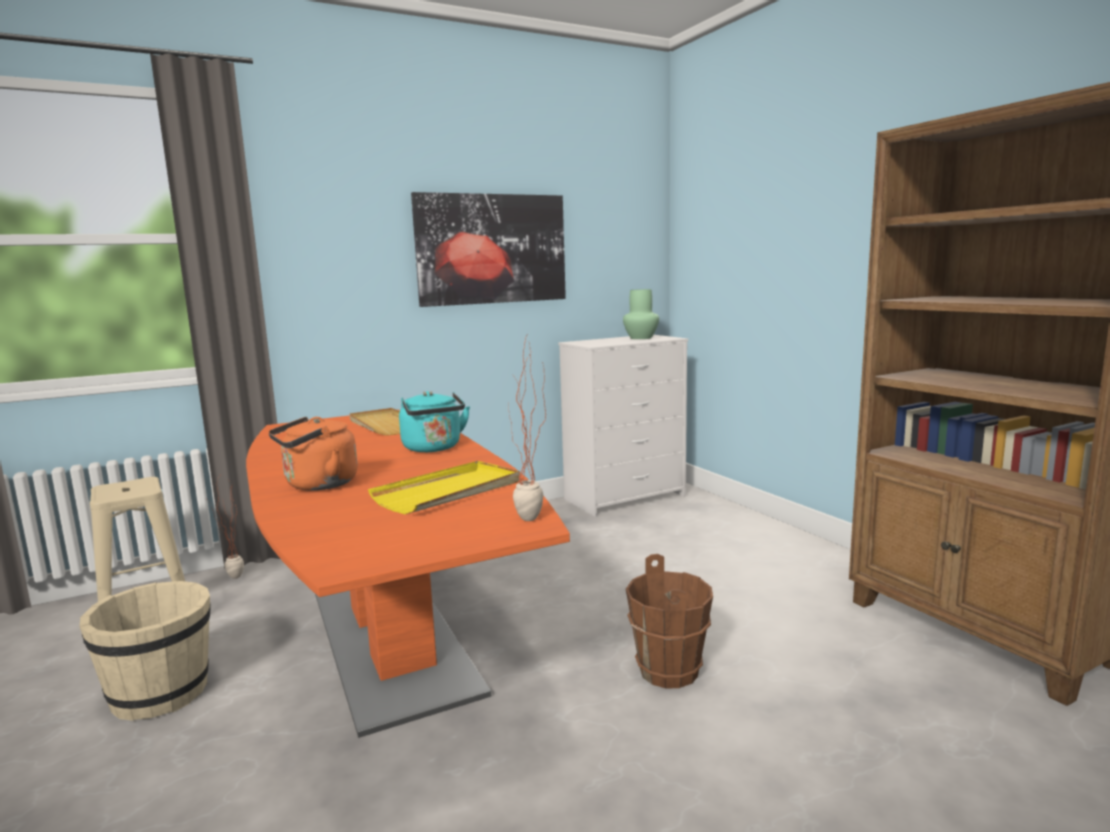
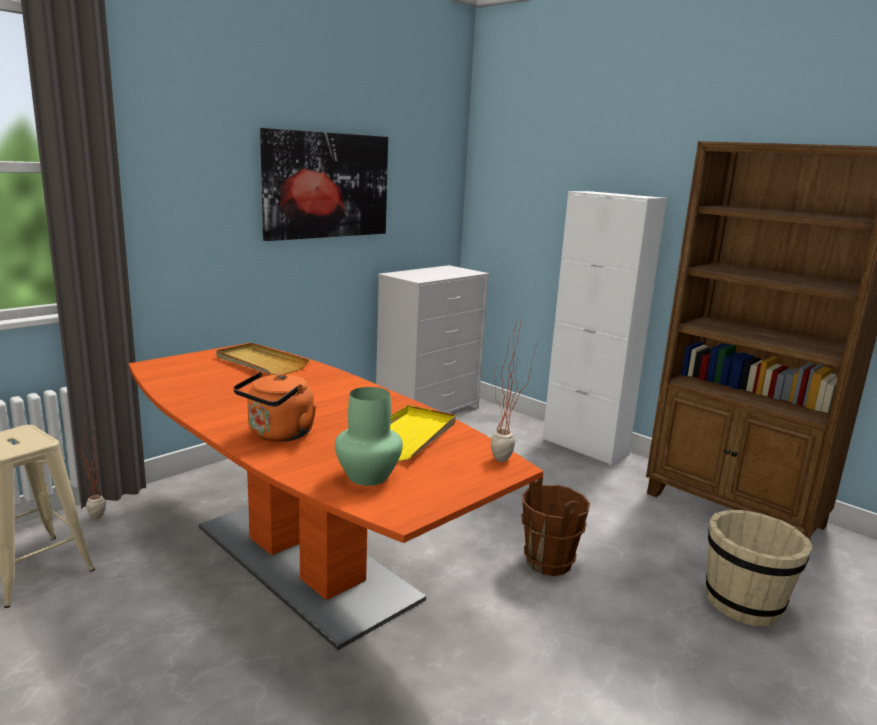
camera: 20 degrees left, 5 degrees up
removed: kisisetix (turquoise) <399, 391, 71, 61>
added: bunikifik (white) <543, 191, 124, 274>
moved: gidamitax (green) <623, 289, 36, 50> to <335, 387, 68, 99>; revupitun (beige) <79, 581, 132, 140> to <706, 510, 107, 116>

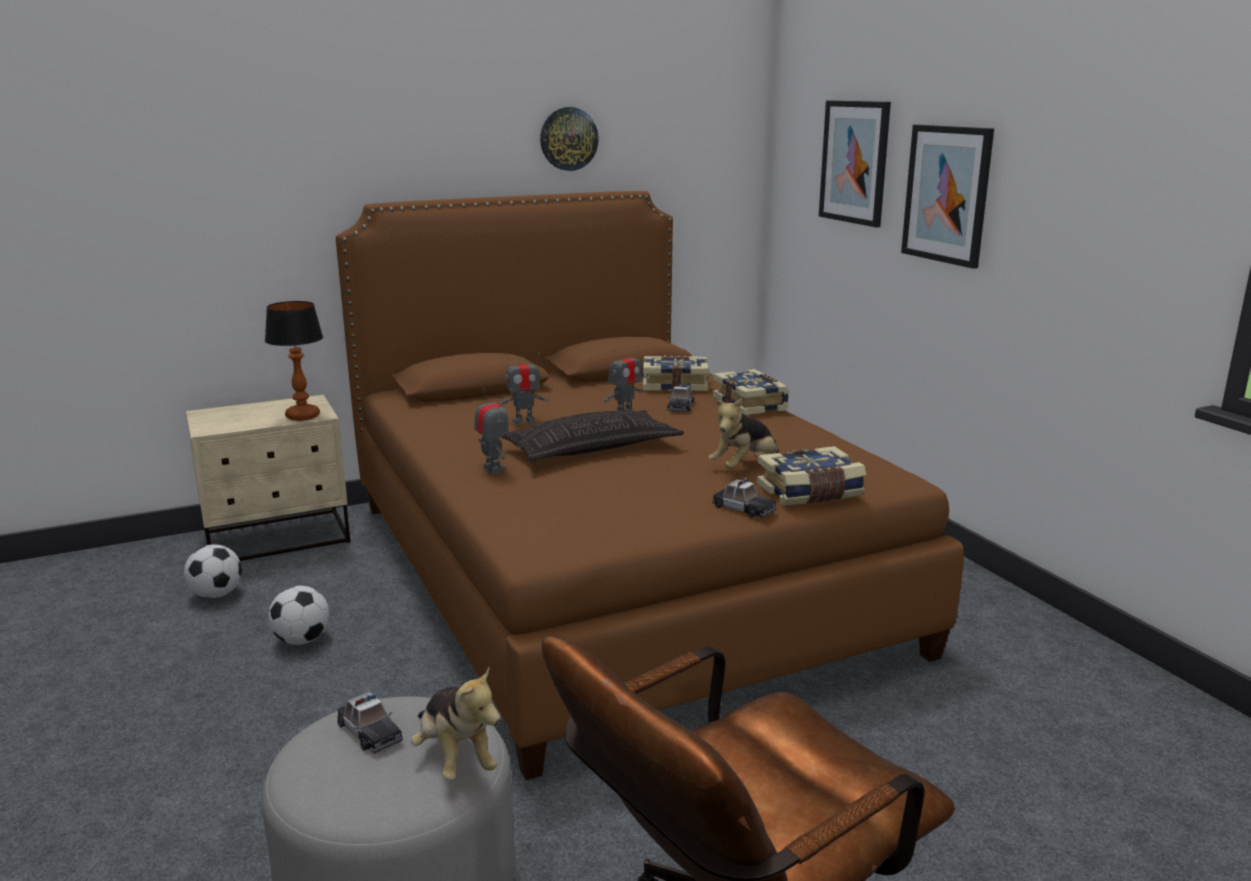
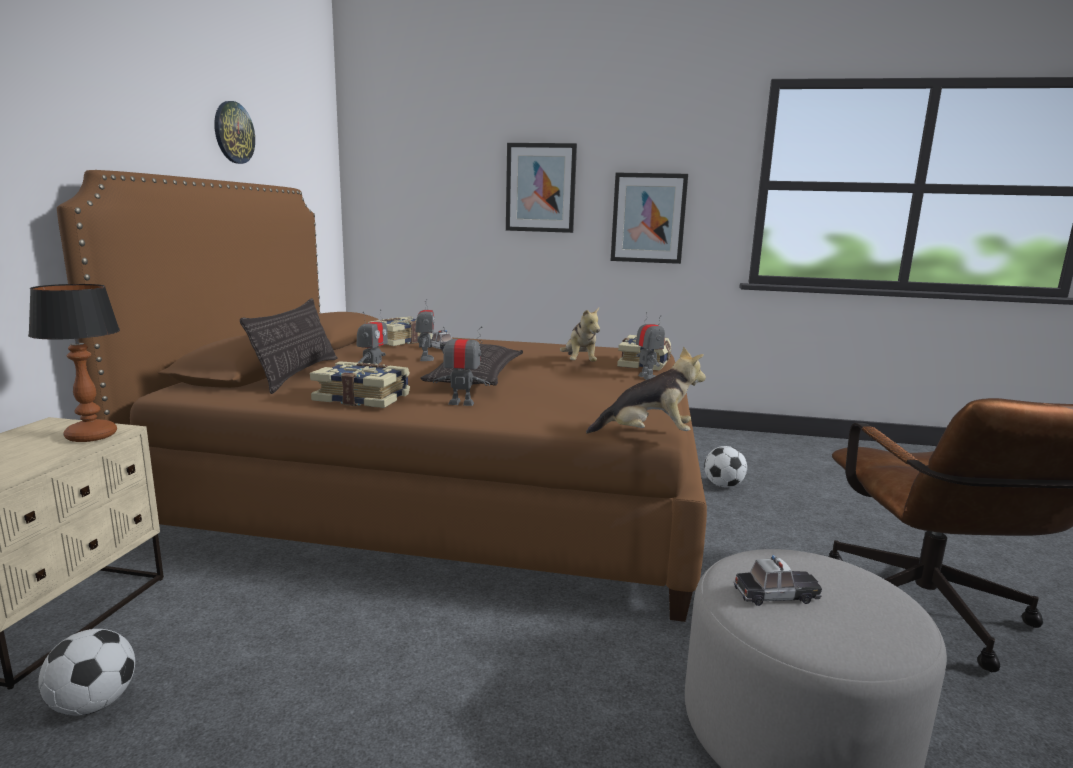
camera: 55 degrees left, 5 degrees down
added: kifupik <240, 298, 98, 96>
moved: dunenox <713, 369, 77, 46> to <310, 361, 100, 47>; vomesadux <411, 667, 89, 113> to <586, 347, 120, 87>; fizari <819, 100, 72, 127> to <611, 173, 77, 91>; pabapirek <268, 586, 61, 59> to <704, 446, 43, 41>
replaced: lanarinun <712, 478, 64, 40> to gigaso <636, 312, 29, 68>

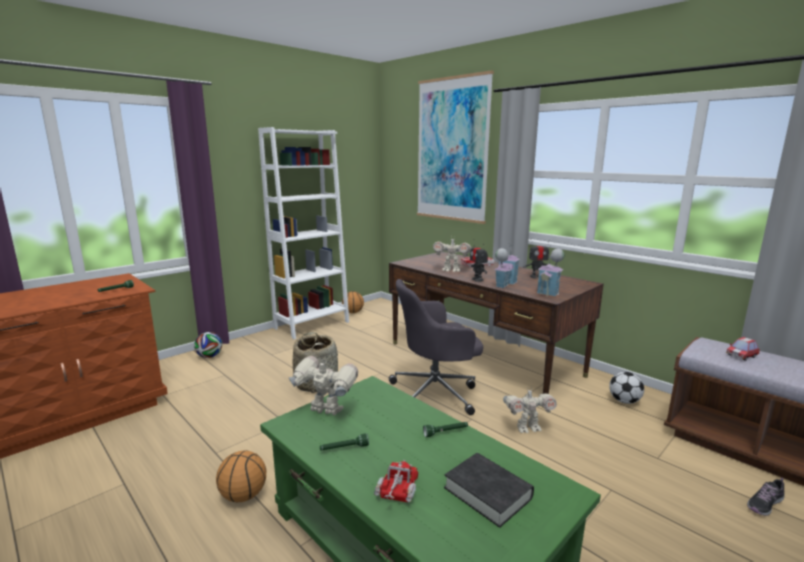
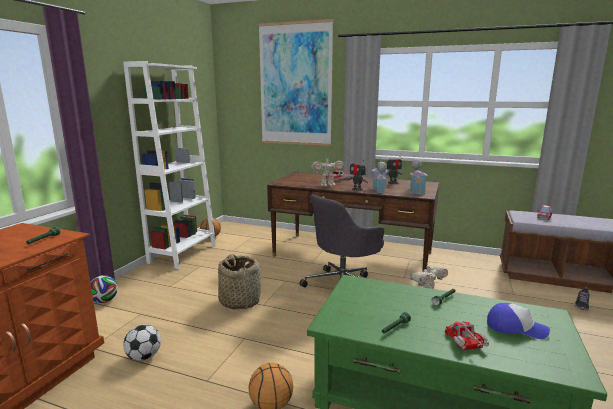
camera: 25 degrees left, 0 degrees up
removed: gigaso <289, 356, 69, 60>
moved: pabapirek <609, 372, 35, 32> to <123, 324, 38, 37>
replaced: dunenox (black) <444, 453, 90, 75> to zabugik <487, 303, 63, 36>

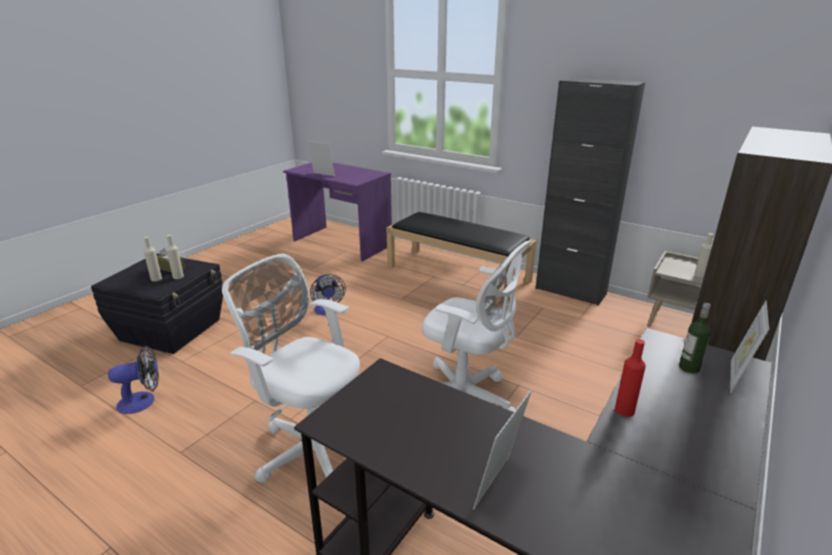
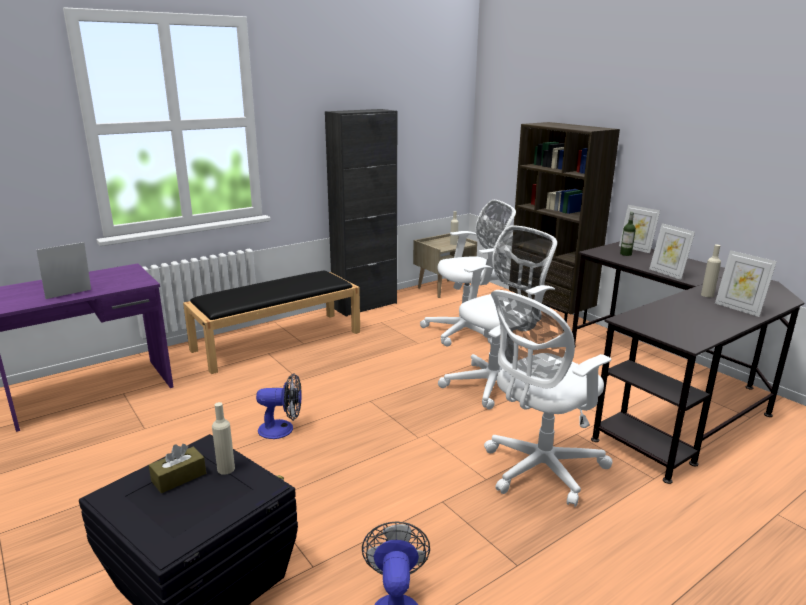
camera: 70 degrees left, 5 degrees down
added: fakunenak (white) <420, 200, 96, 147>
moved: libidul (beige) <144, 237, 18, 44> to <701, 244, 20, 54>
replaced: libidul (red) <615, 339, 31, 78> to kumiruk <649, 223, 46, 57>

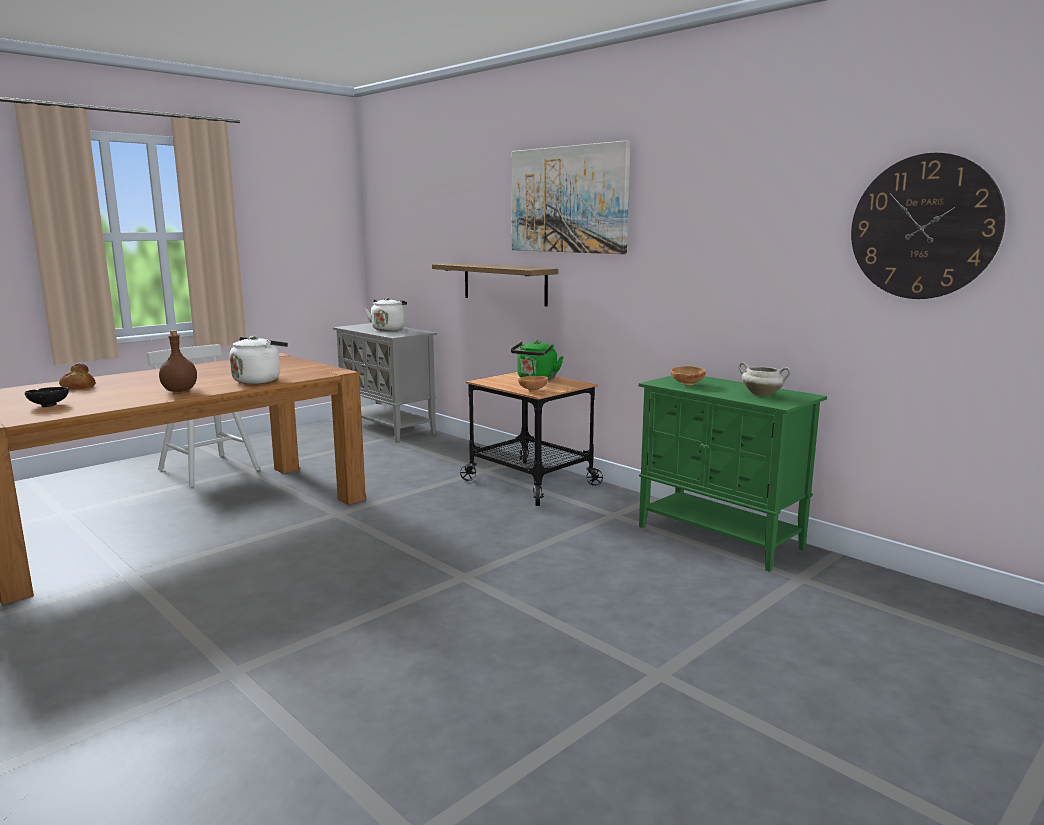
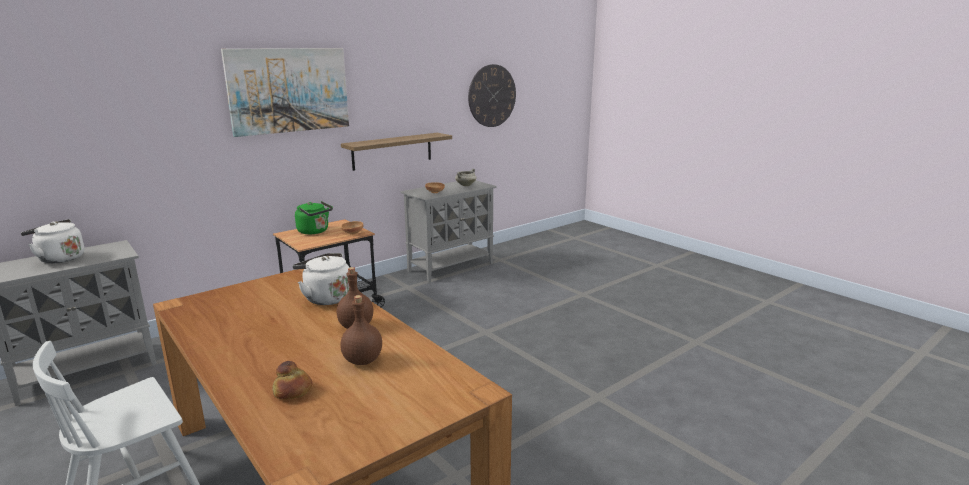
camera: 85 degrees left, 5 degrees up
removed: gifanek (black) <25, 387, 44, 20>
added: libidul (brown) <340, 295, 42, 70>
moved: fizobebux <432, 263, 126, 44> to <341, 133, 111, 38>
recoloured: bunikifik (green) <639, 376, 188, 196> to bunikifik (grey) <400, 180, 96, 103>

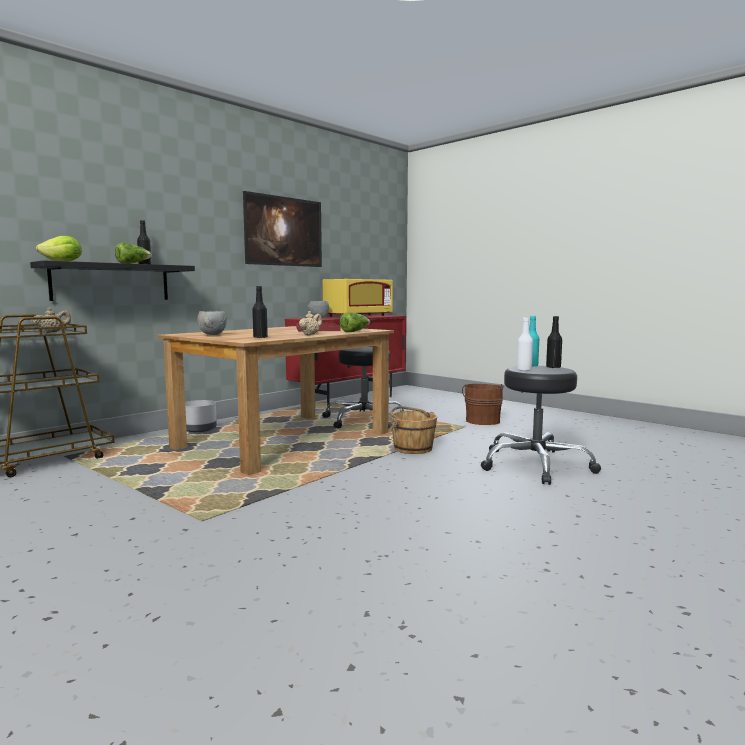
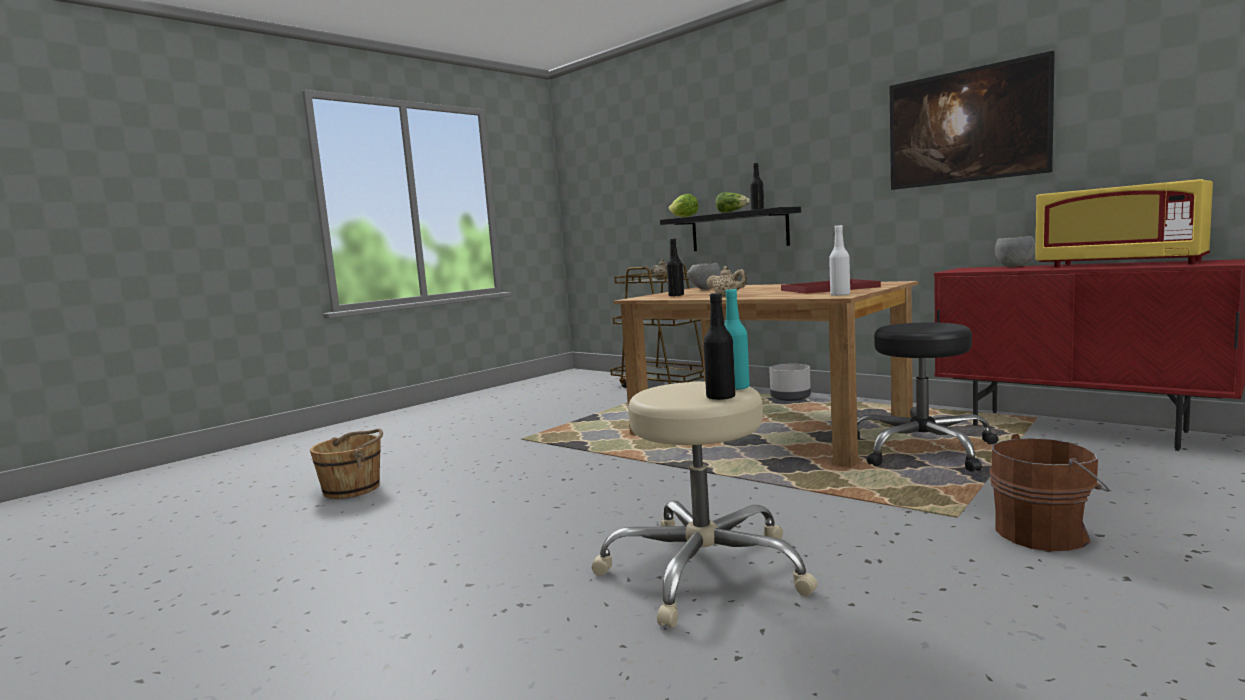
camera: 90 degrees right, 0 degrees up
removed: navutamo <340, 313, 30, 19>
moved: revupitun (brown) <390, 406, 47, 48> to <310, 428, 73, 71>; libidul (white) <517, 317, 16, 54> to <829, 225, 21, 71>
recoloured: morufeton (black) <481, 366, 120, 119> to morufeton (beige) <592, 381, 226, 247>

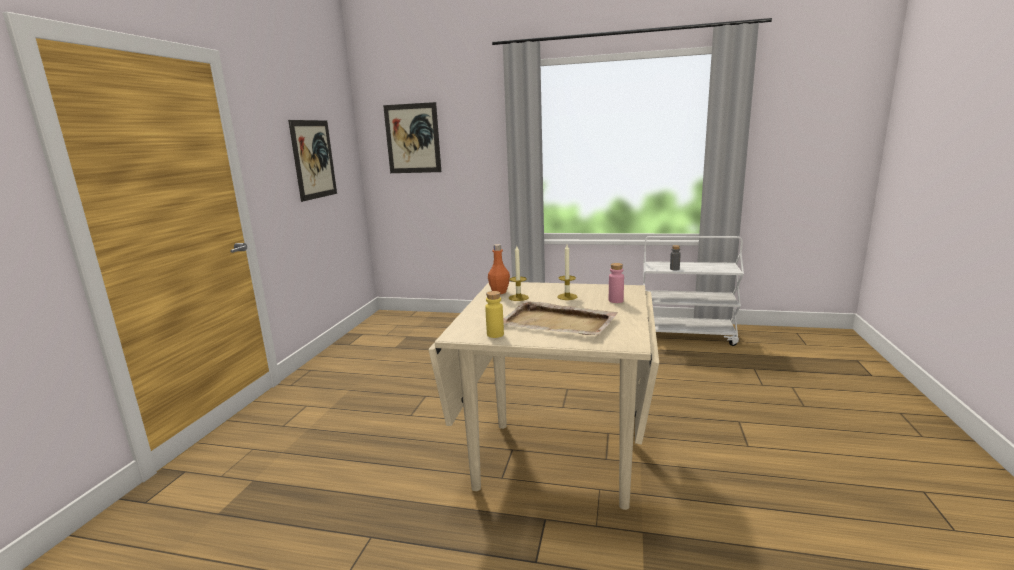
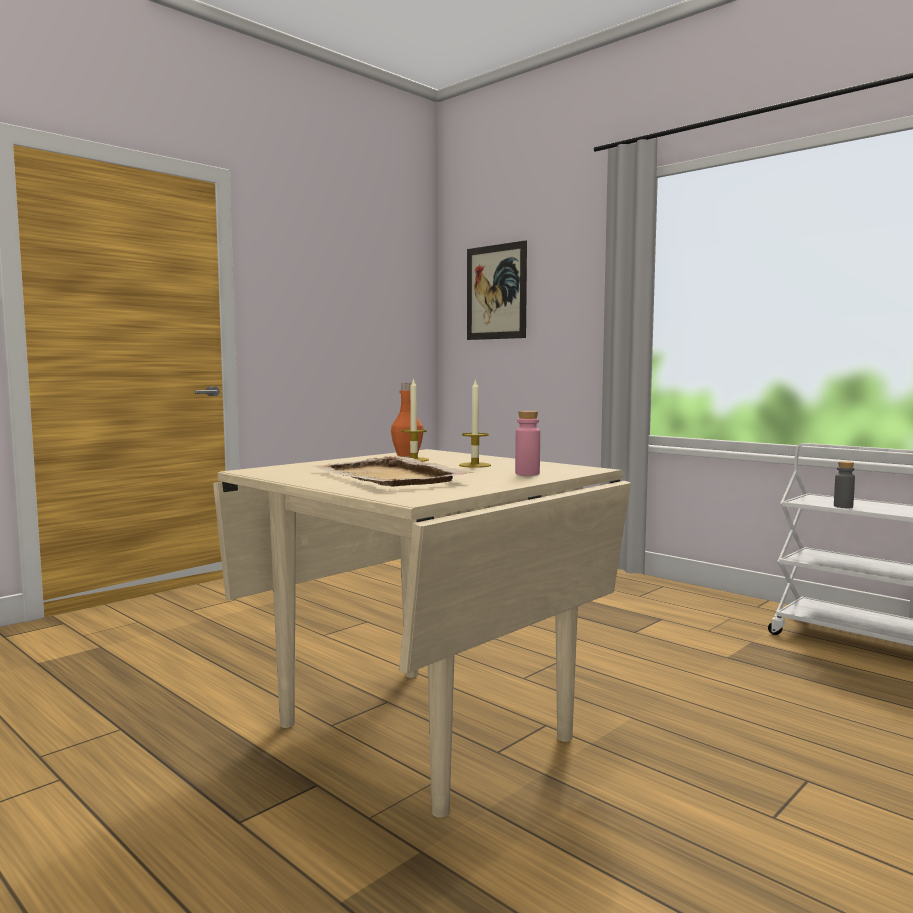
camera: 30 degrees right, 10 degrees down
removed: fizari <288, 120, 49, 82>; libidul (yellow) <485, 291, 19, 47>

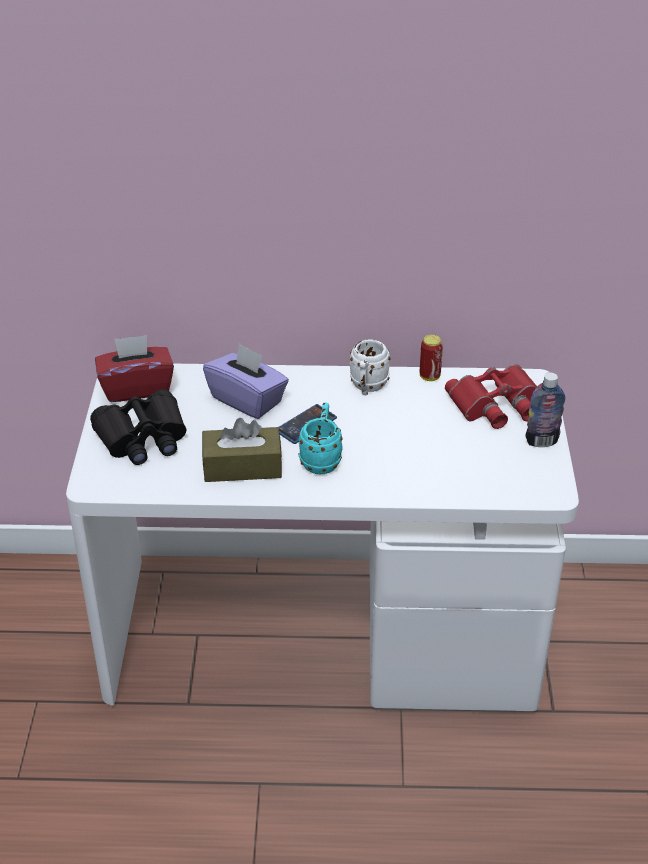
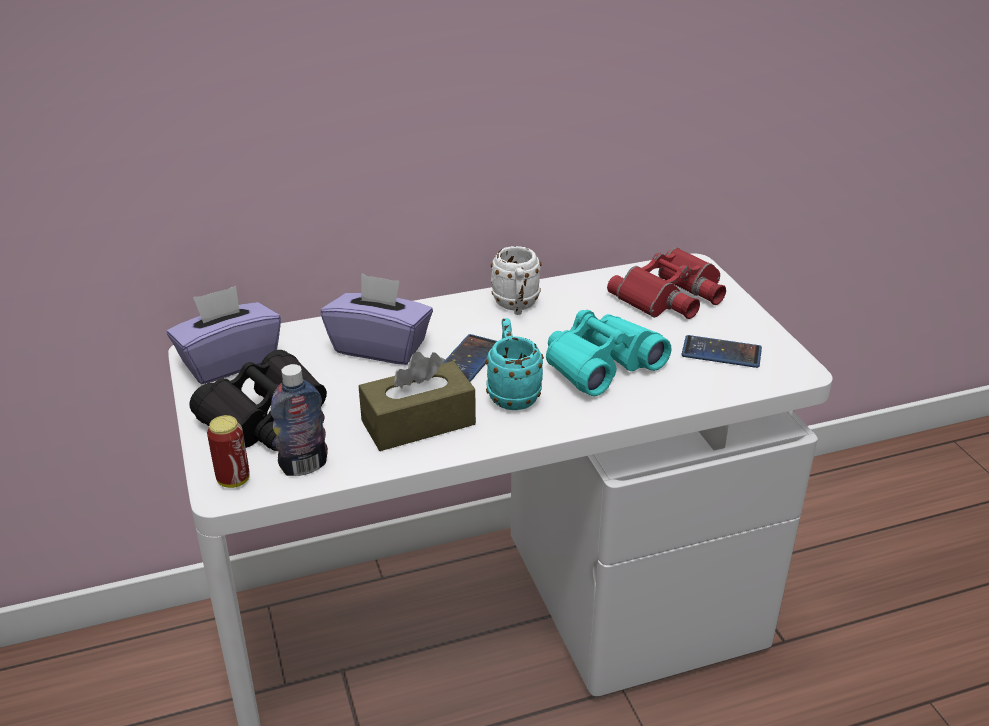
camera: 20 degrees left, 5 degrees down
added: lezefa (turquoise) <546, 310, 126, 86>; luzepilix <682, 335, 80, 33>
moved: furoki <420, 335, 23, 46> to <207, 415, 43, 73>; libidul <526, 373, 39, 74> to <271, 364, 57, 112>
recoloured: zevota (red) <95, 335, 79, 67> to zevota (purple) <167, 286, 114, 98>

